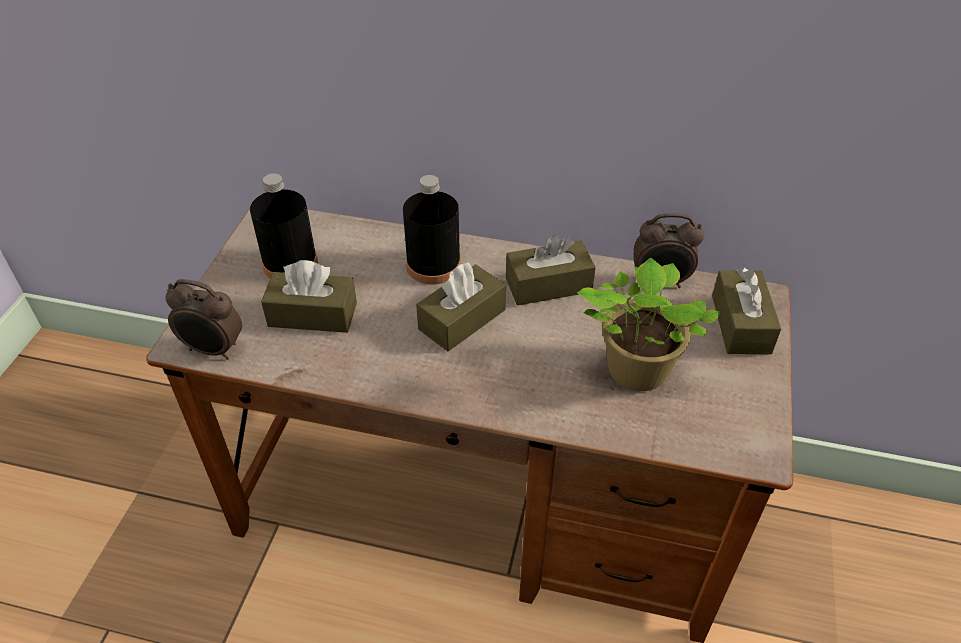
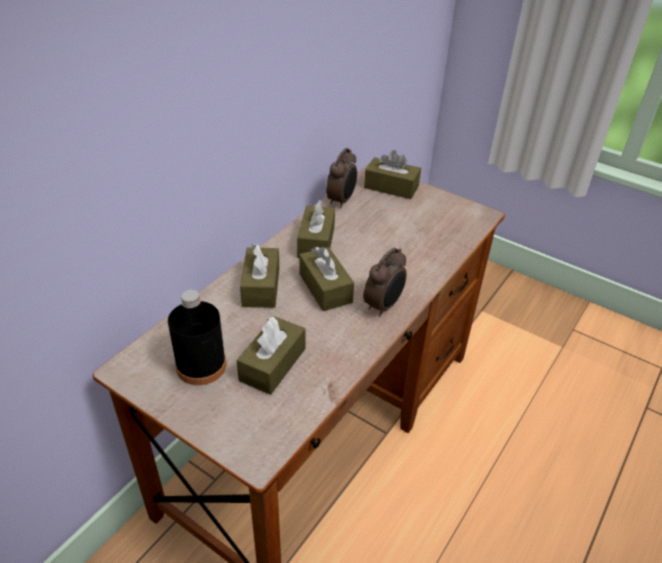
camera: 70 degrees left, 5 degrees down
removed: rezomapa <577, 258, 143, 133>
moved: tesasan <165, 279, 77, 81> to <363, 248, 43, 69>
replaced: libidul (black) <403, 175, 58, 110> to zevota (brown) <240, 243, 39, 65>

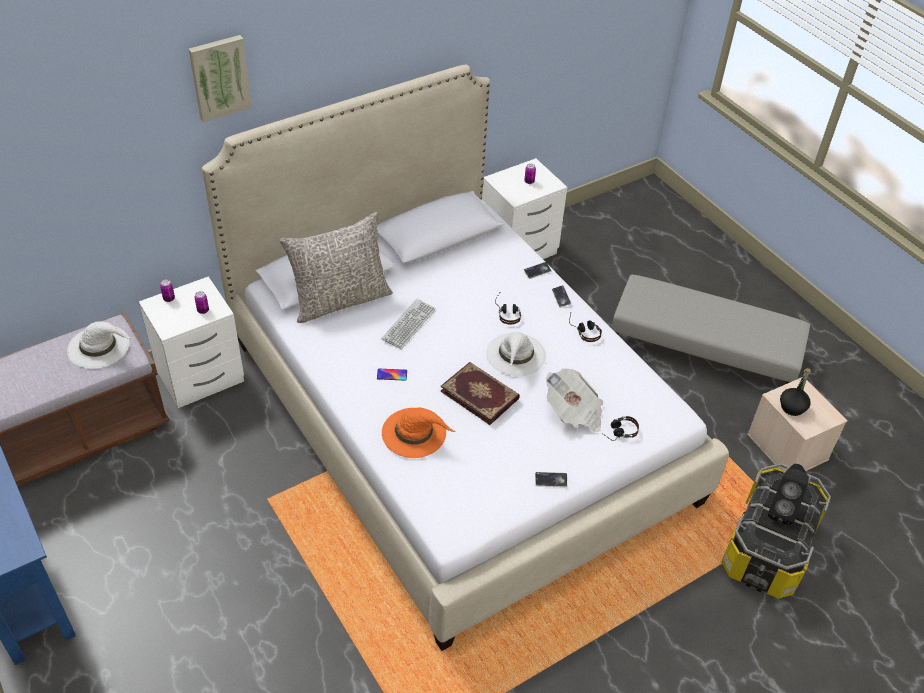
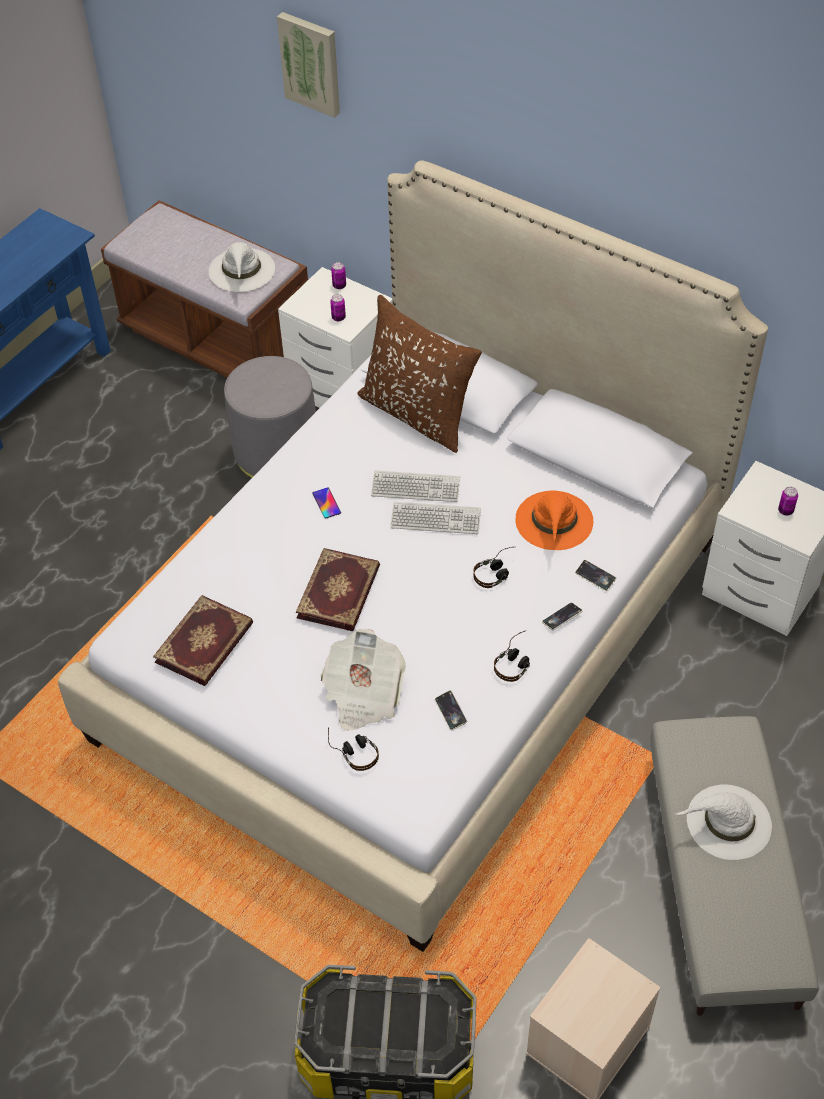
camera: 70 degrees right, 5 degrees up
removed: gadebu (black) <768, 464, 41, 61>; libidul (black) <780, 368, 31, 48>
added: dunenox <153, 595, 100, 91>; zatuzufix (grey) <224, 356, 92, 122>; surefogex <390, 502, 91, 32>
moved: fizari <189, 35, 63, 87> to <277, 12, 63, 106>; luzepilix <535, 472, 33, 15> to <435, 690, 32, 41>; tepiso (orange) <382, 407, 74, 51> to <515, 491, 78, 59>; tepiso (white) <486, 332, 60, 45> to <675, 784, 97, 76>
recoloured: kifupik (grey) <280, 212, 113, 111> to kifupik (brown) <357, 295, 125, 158>

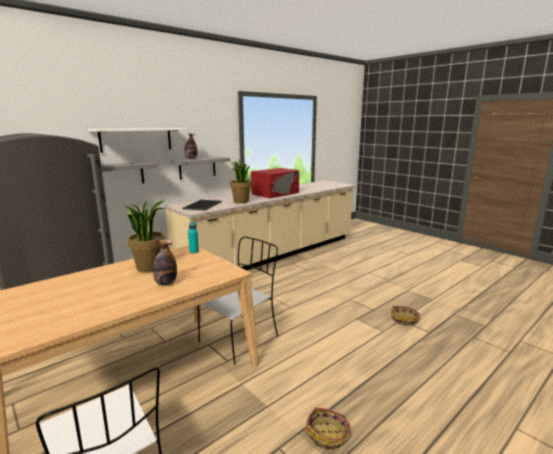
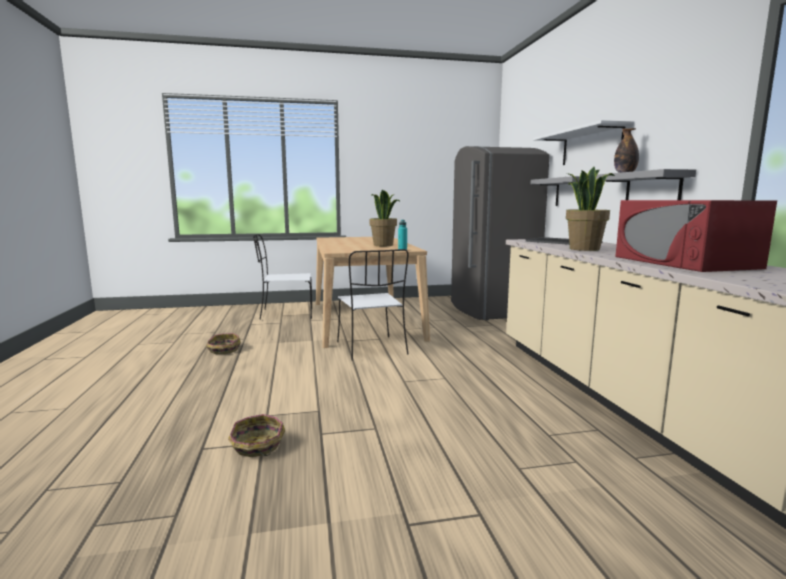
camera: 120 degrees right, 5 degrees down
removed: libidul <153, 239, 24, 47>

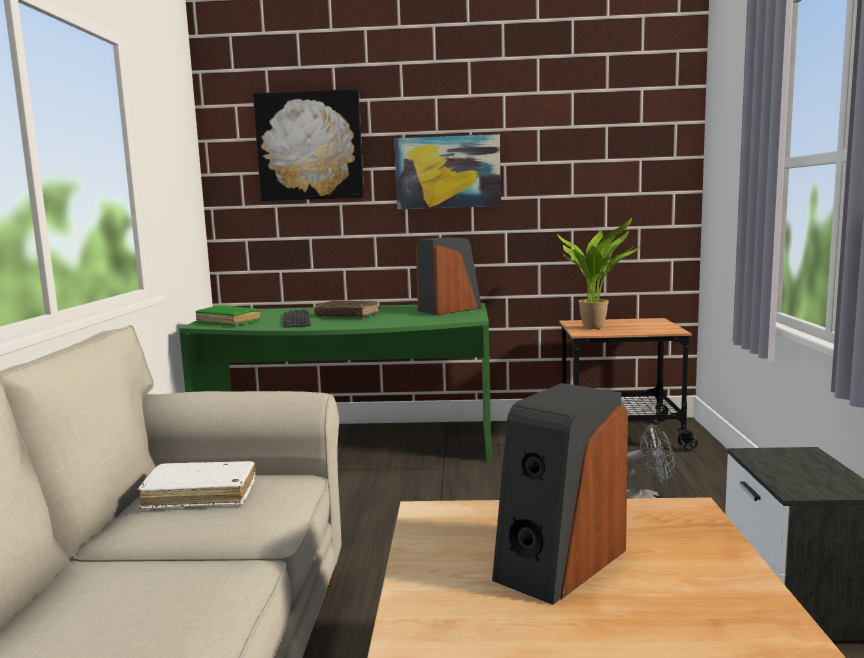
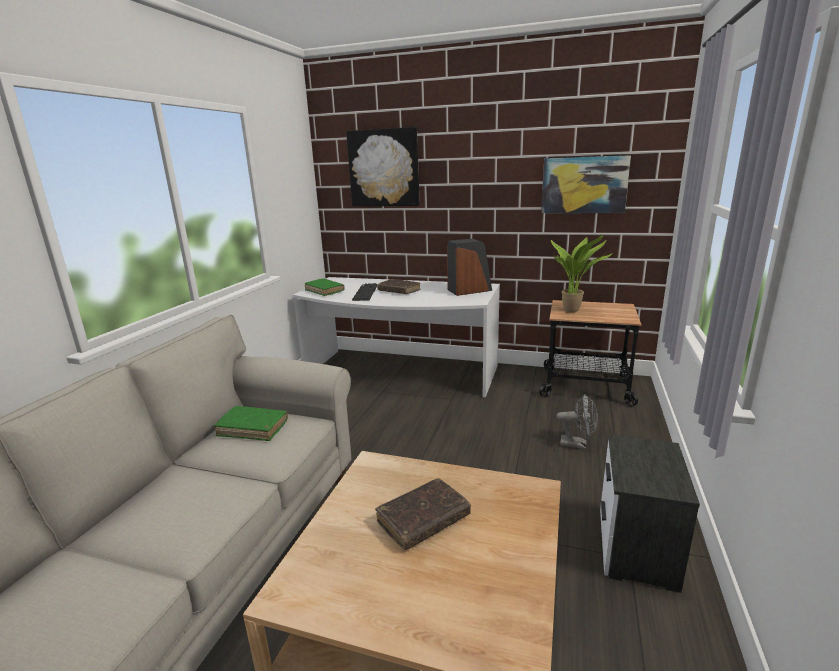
camera: 15 degrees right, 10 degrees up
moved: fizari <394, 134, 107, 75> to <541, 155, 90, 58>
replaced: gadebu <492, 383, 136, 222> to dunenox (brown) <375, 478, 96, 72>
recoloured: dunenox (white) <138, 461, 118, 49> to dunenox (green) <214, 406, 74, 35>; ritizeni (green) <179, 303, 312, 158> to ritizeni (white) <293, 277, 207, 120>

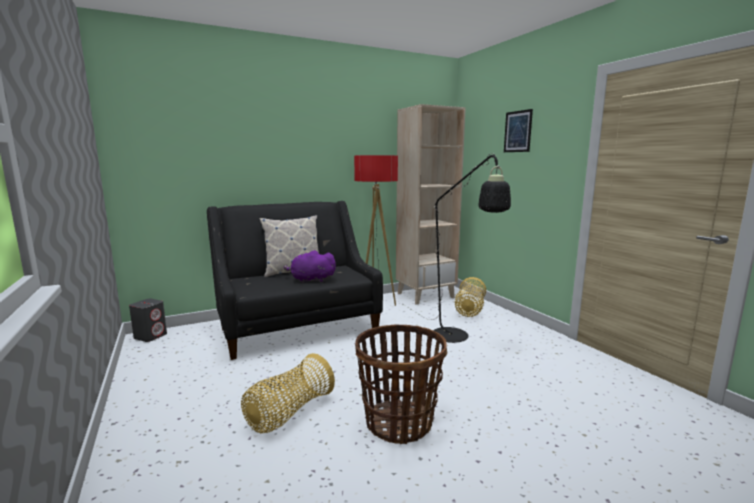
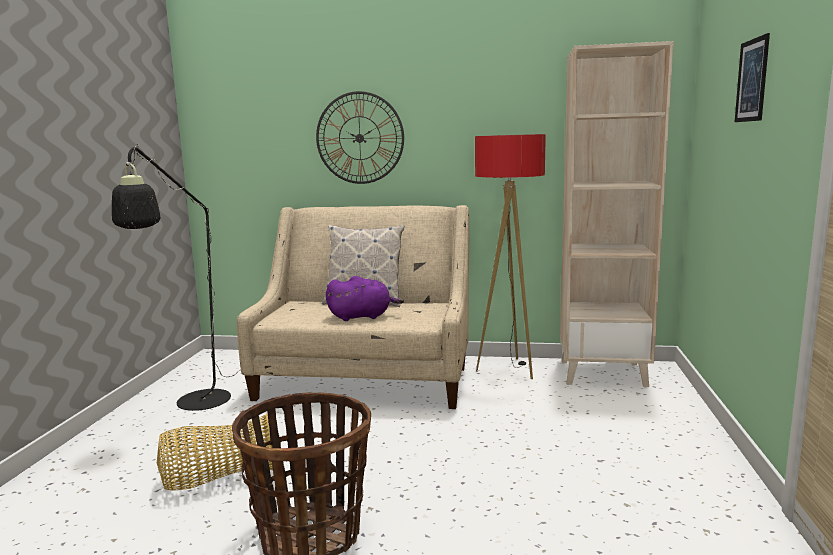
camera: 35 degrees right, 0 degrees up
removed: gadebu (grey) <129, 299, 38, 43>; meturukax <455, 277, 31, 40>
added: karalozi <316, 91, 88, 93>
moved: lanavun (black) <403, 153, 108, 190> to <112, 144, 129, 267>
recoloured: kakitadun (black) <207, 201, 176, 159> to kakitadun (beige) <237, 205, 233, 204>
turned: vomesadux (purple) <284, 250, 52, 33> = <326, 276, 78, 45> 135 degrees clockwise

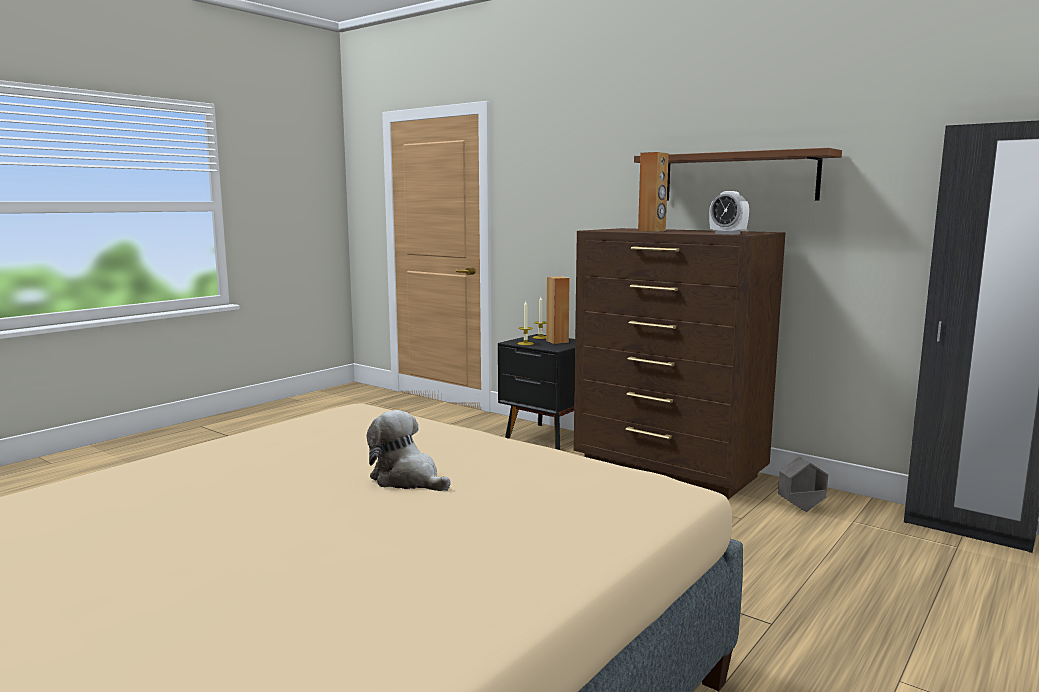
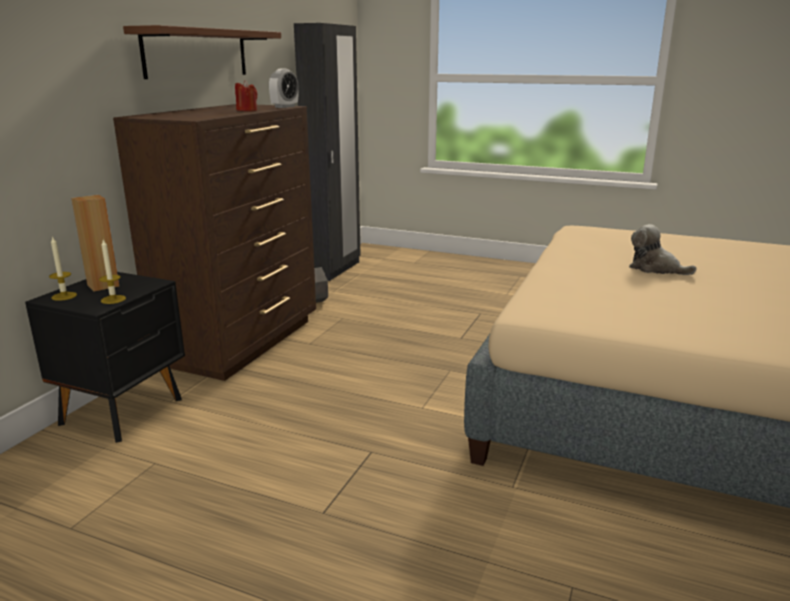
camera: 105 degrees left, 10 degrees up
removed: gadebu (brown) <638, 152, 31, 80>
added: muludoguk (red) <235, 80, 22, 31>
turned: vomesadux <366, 410, 85, 81> = <629, 224, 68, 51> 105 degrees clockwise

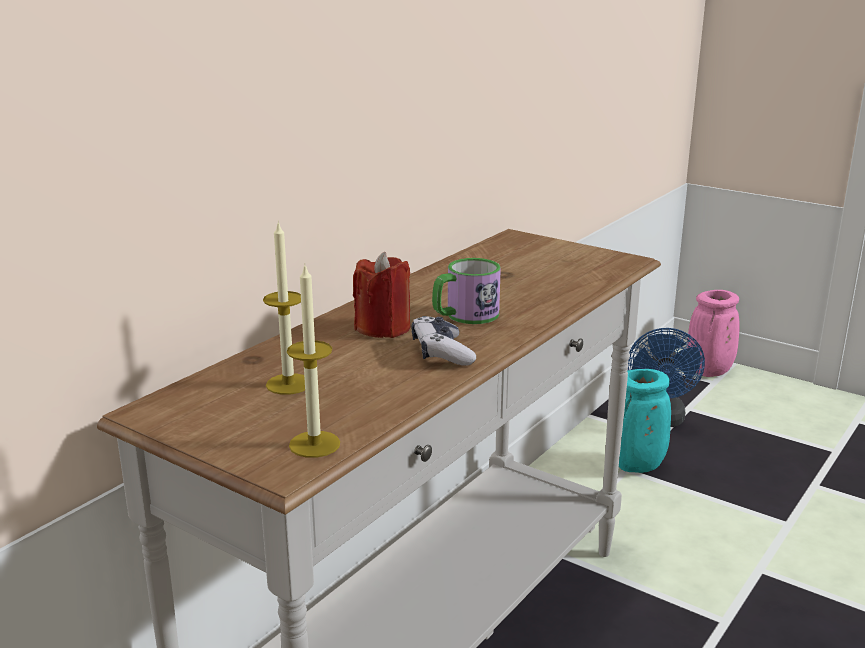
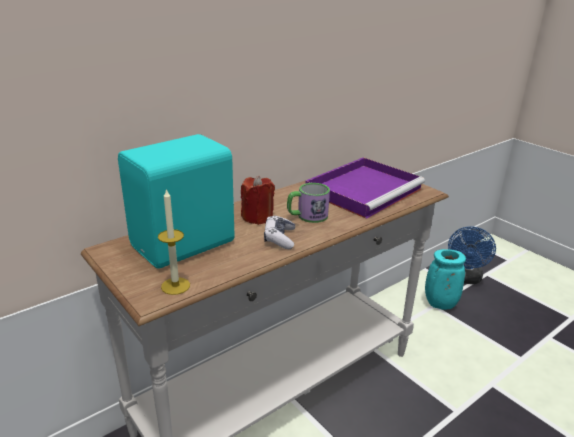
camera: 15 degrees right, 5 degrees up
removed: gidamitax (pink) <687, 290, 53, 87>
added: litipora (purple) <305, 157, 120, 62>
replaced: muludoguk <263, 221, 42, 174> to gadebu (turquoise) <118, 134, 117, 135>

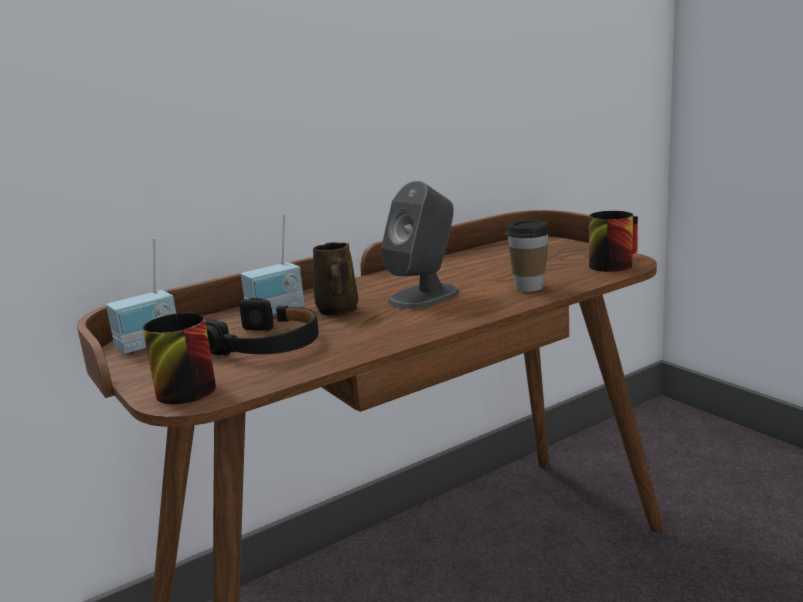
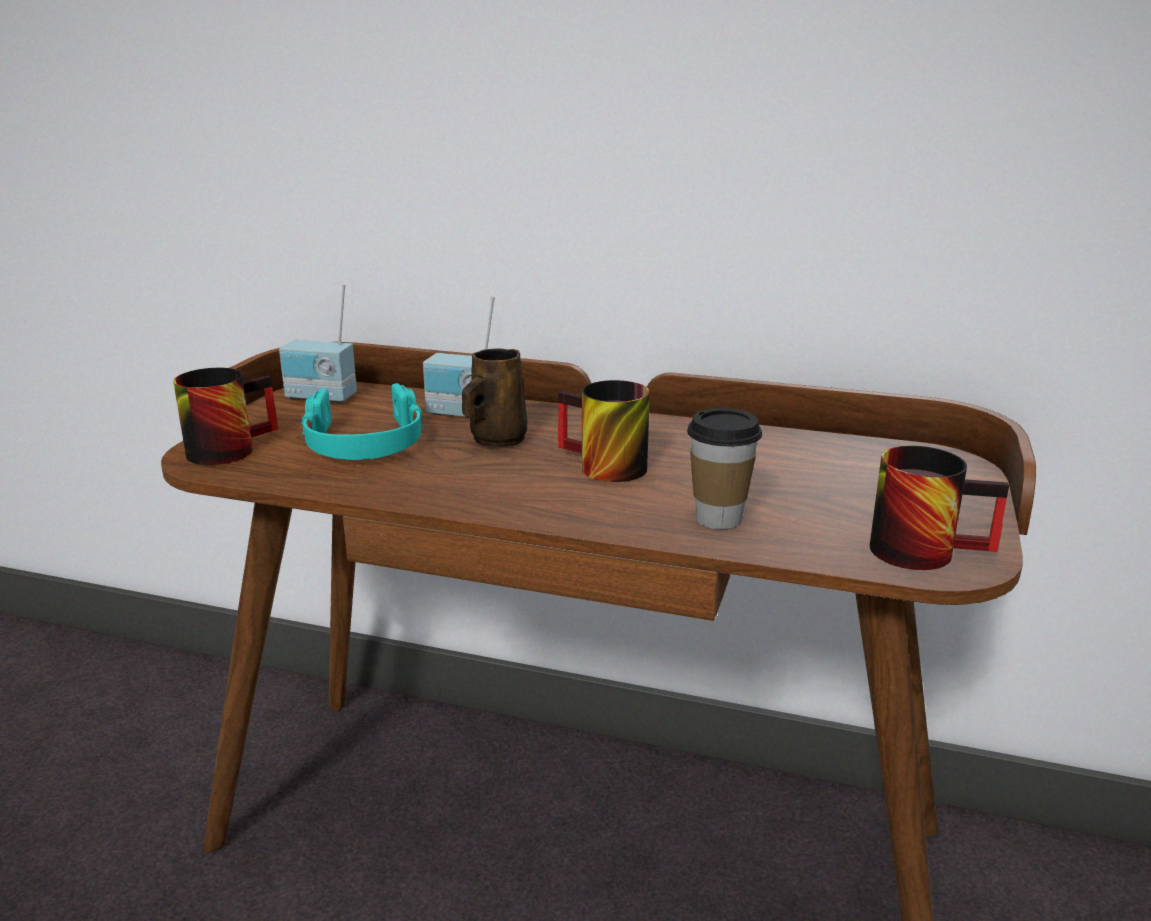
camera: 50 degrees right, 5 degrees up
replaced: gadebu (grey) <381, 181, 79, 128> to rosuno <558, 380, 92, 102>
recoloured: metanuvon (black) <205, 298, 114, 57> to metanuvon (turquoise) <301, 383, 121, 77>

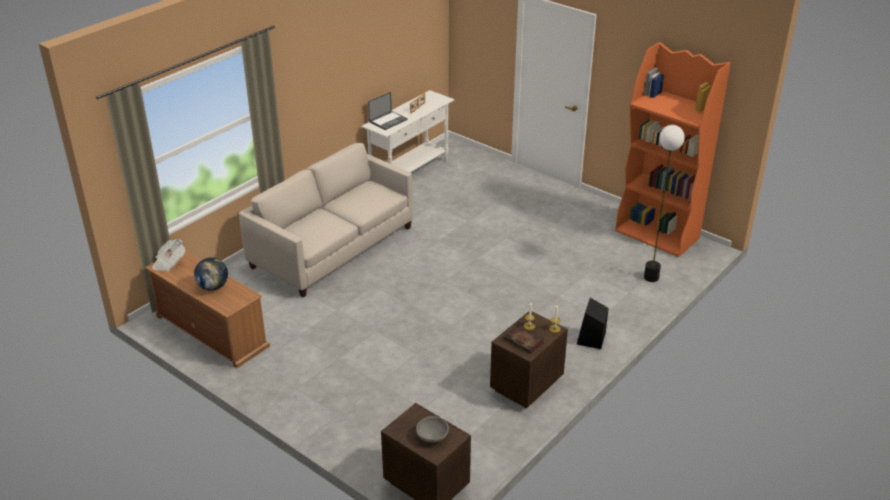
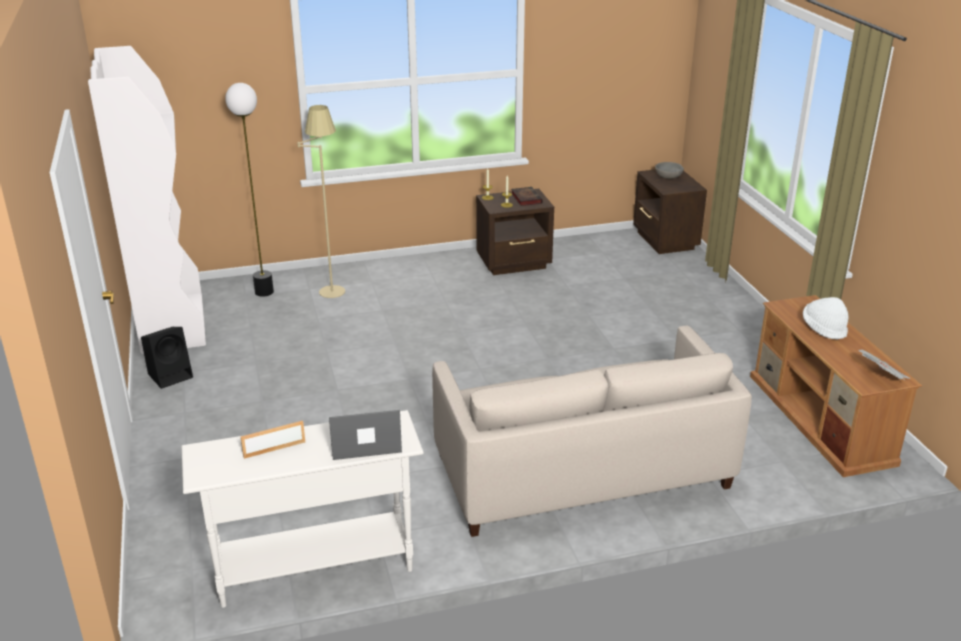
camera: 145 degrees left, 5 degrees down
added: lanavun (beige) <297, 105, 48, 193>
moved: gadebu (black) <577, 298, 32, 51> to <141, 327, 52, 62>
replaced: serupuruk <194, 257, 34, 34> to tepiso (white) <803, 297, 45, 43>
recoloured: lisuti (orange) <615, 42, 116, 215> to lisuti (white) <88, 46, 118, 308>

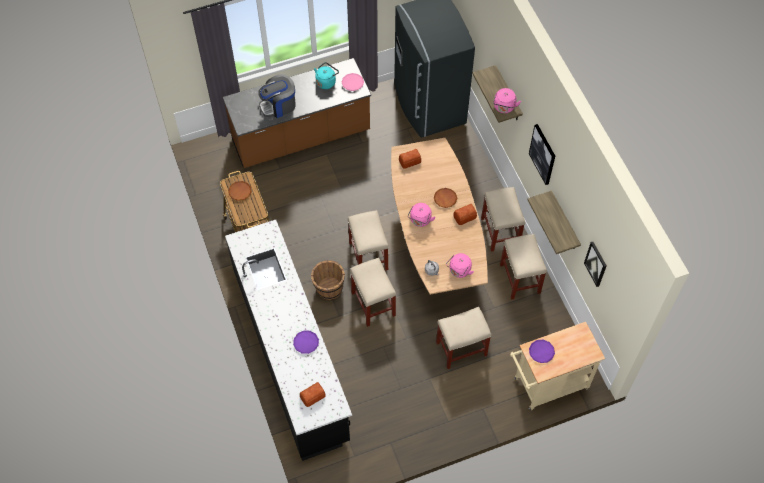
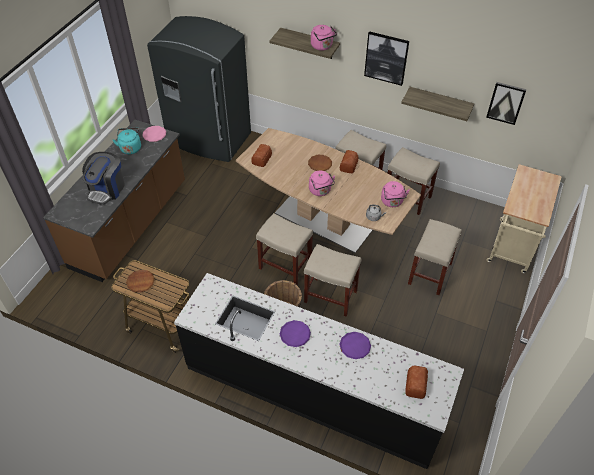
camera: 45 degrees left, 10 degrees down
moved: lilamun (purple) <529, 340, 26, 23> to <279, 320, 32, 27>

